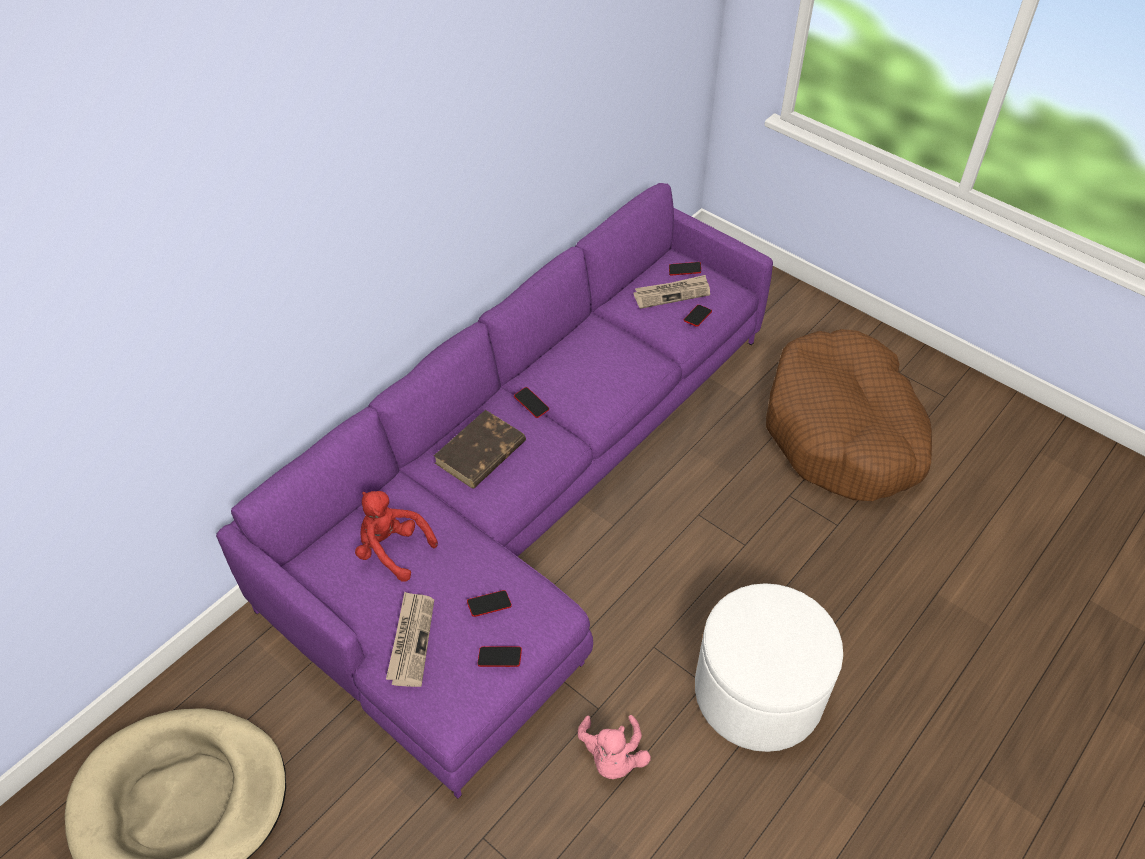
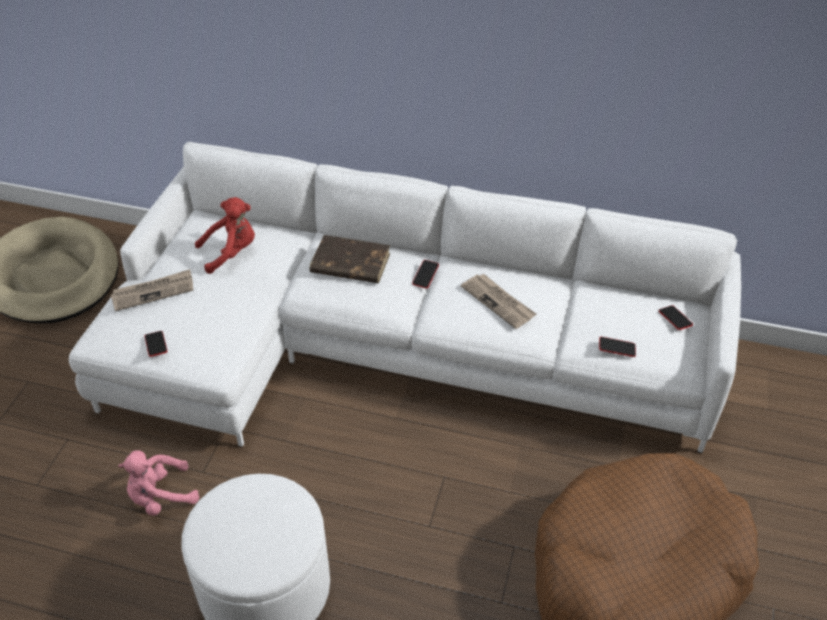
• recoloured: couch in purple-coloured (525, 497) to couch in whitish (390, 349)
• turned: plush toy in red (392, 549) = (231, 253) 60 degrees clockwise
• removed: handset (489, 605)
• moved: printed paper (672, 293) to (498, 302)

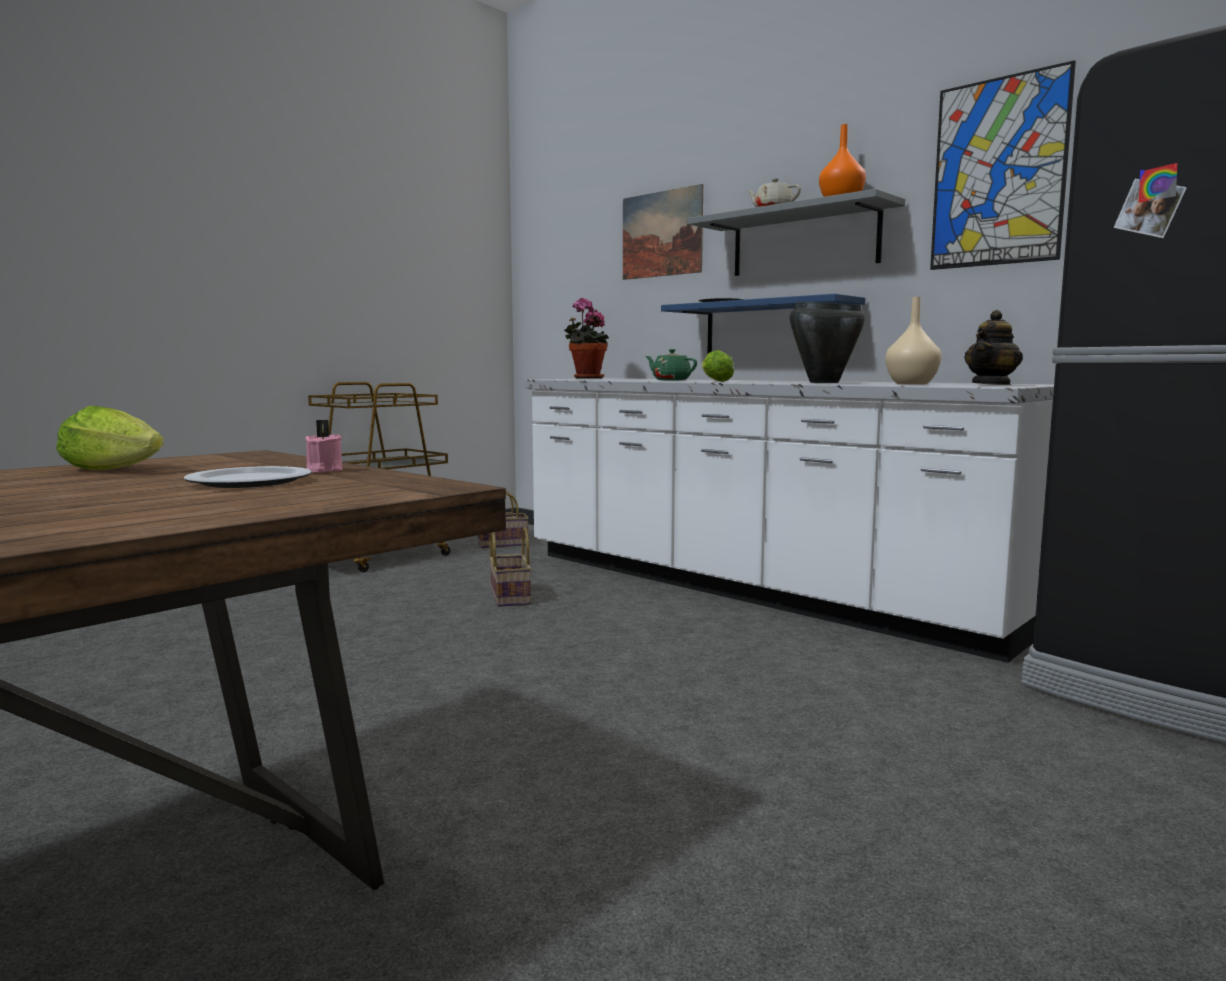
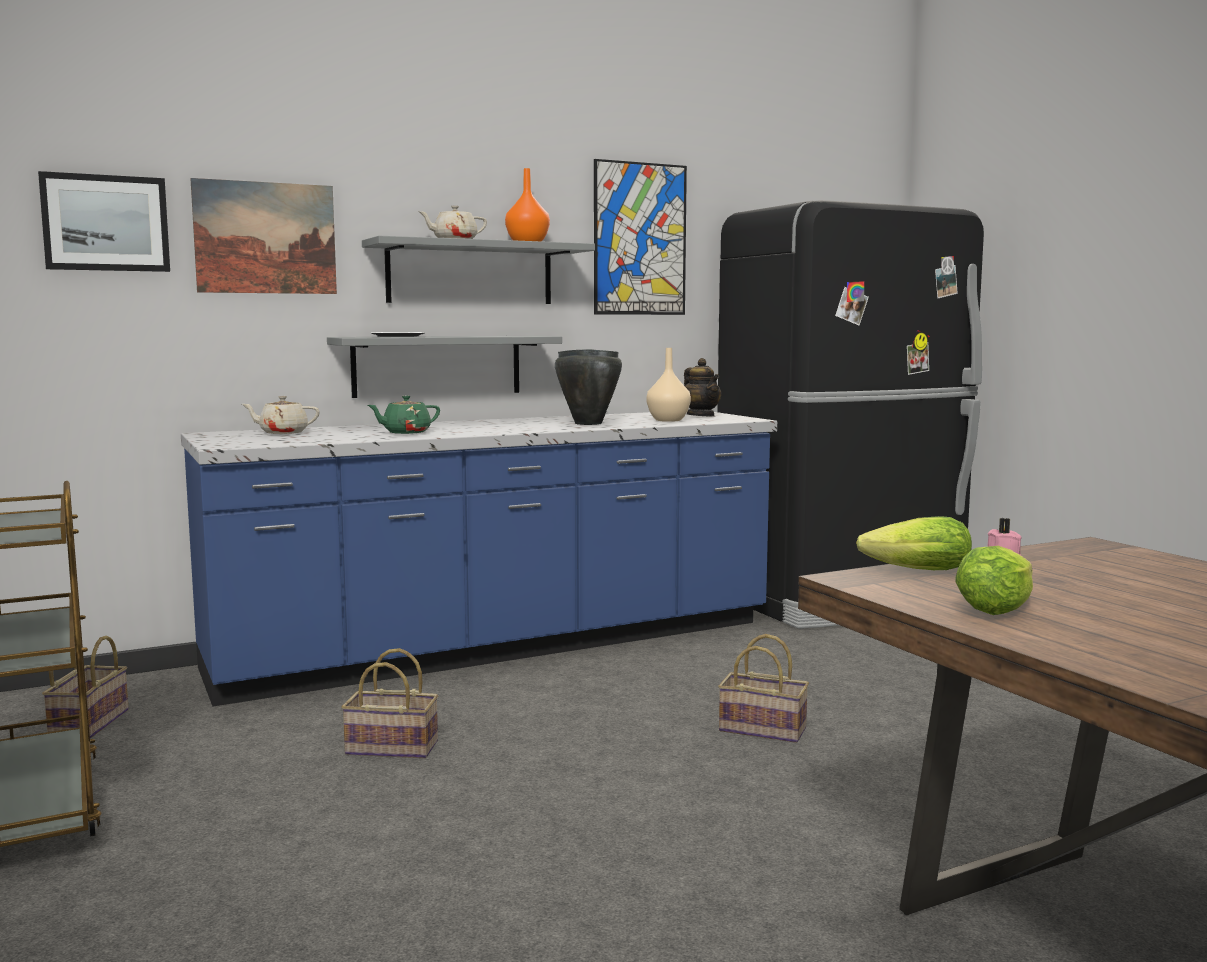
• removed: dinner plate (248, 482)
• recoloured: kitchen counter in whitish (749, 589) to kitchen counter in blue-coloured (500, 647)
• removed: potted plant (586, 378)
• recoloured: bracket shelf in blue-coloured (772, 330) to bracket shelf in grey (437, 365)
• moved: lettuce (714, 381) to (911, 571)
• added: wall picture (106, 223)
• added: teapot in sand-coloured (282, 433)
• added: basket (765, 729)

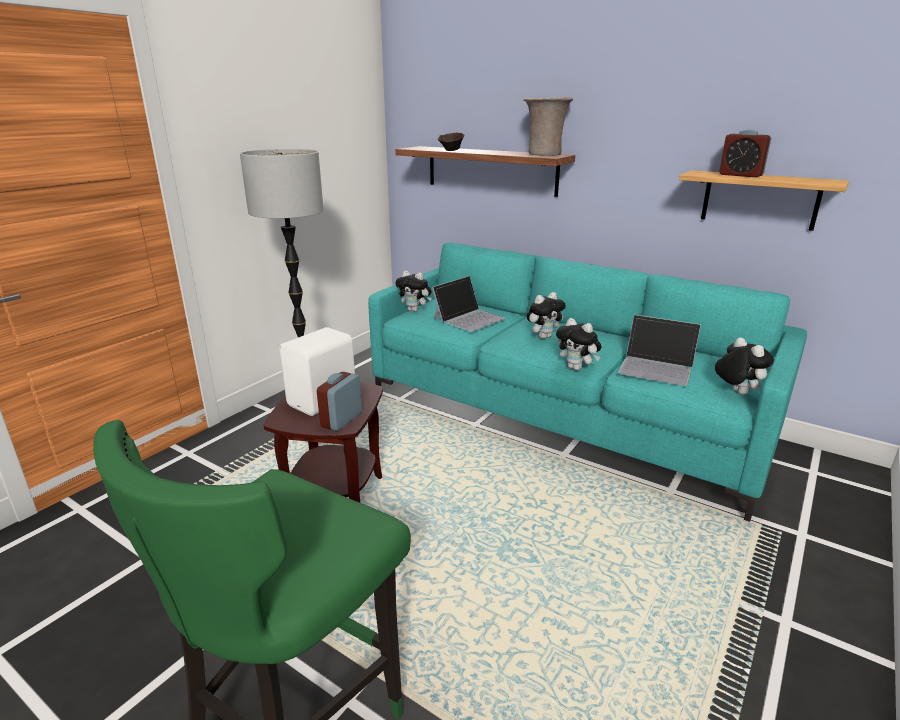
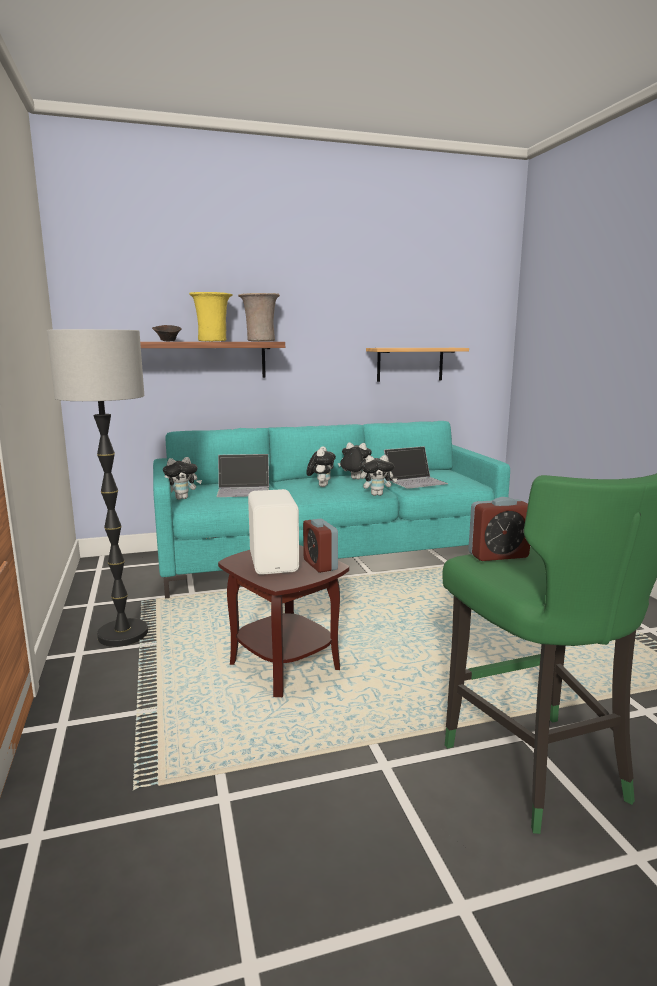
• turned: portable computer (469, 318) = (244, 490) 90 degrees clockwise
• moved: plush toy (736, 392) to (354, 479)
• moved: table clock (740, 175) to (498, 555)
• added: decorative vase in yellow (213, 341)

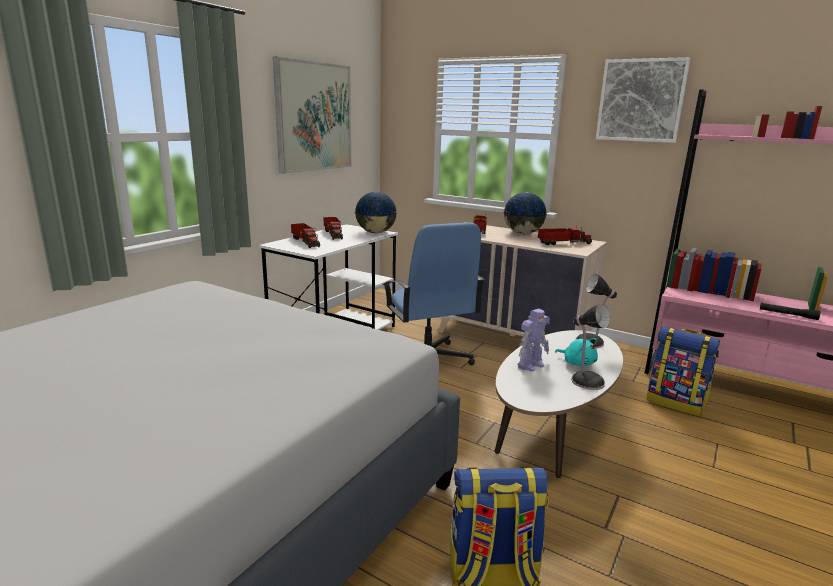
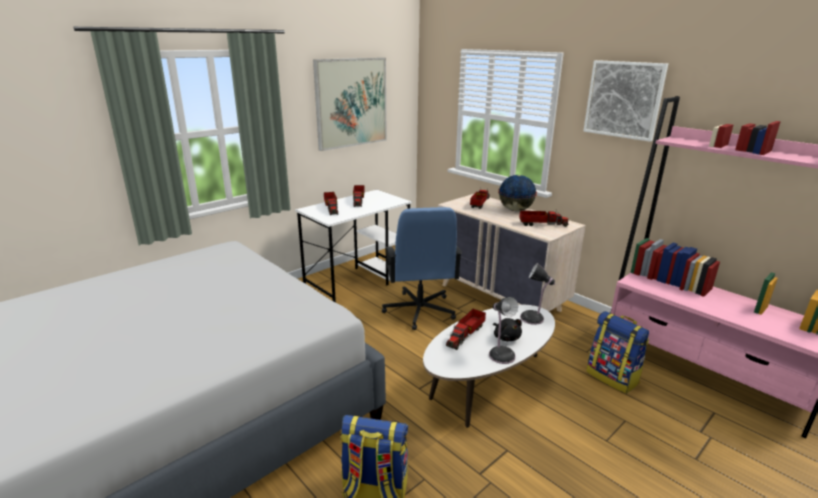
• removed: world globe (376, 232)
• replaced: model robot (531, 365) to toy lorry (466, 334)
• recoloured: plush toy in turquoise (577, 363) to plush toy in blackish (506, 337)
• removed: torch in blackish (788, 315)

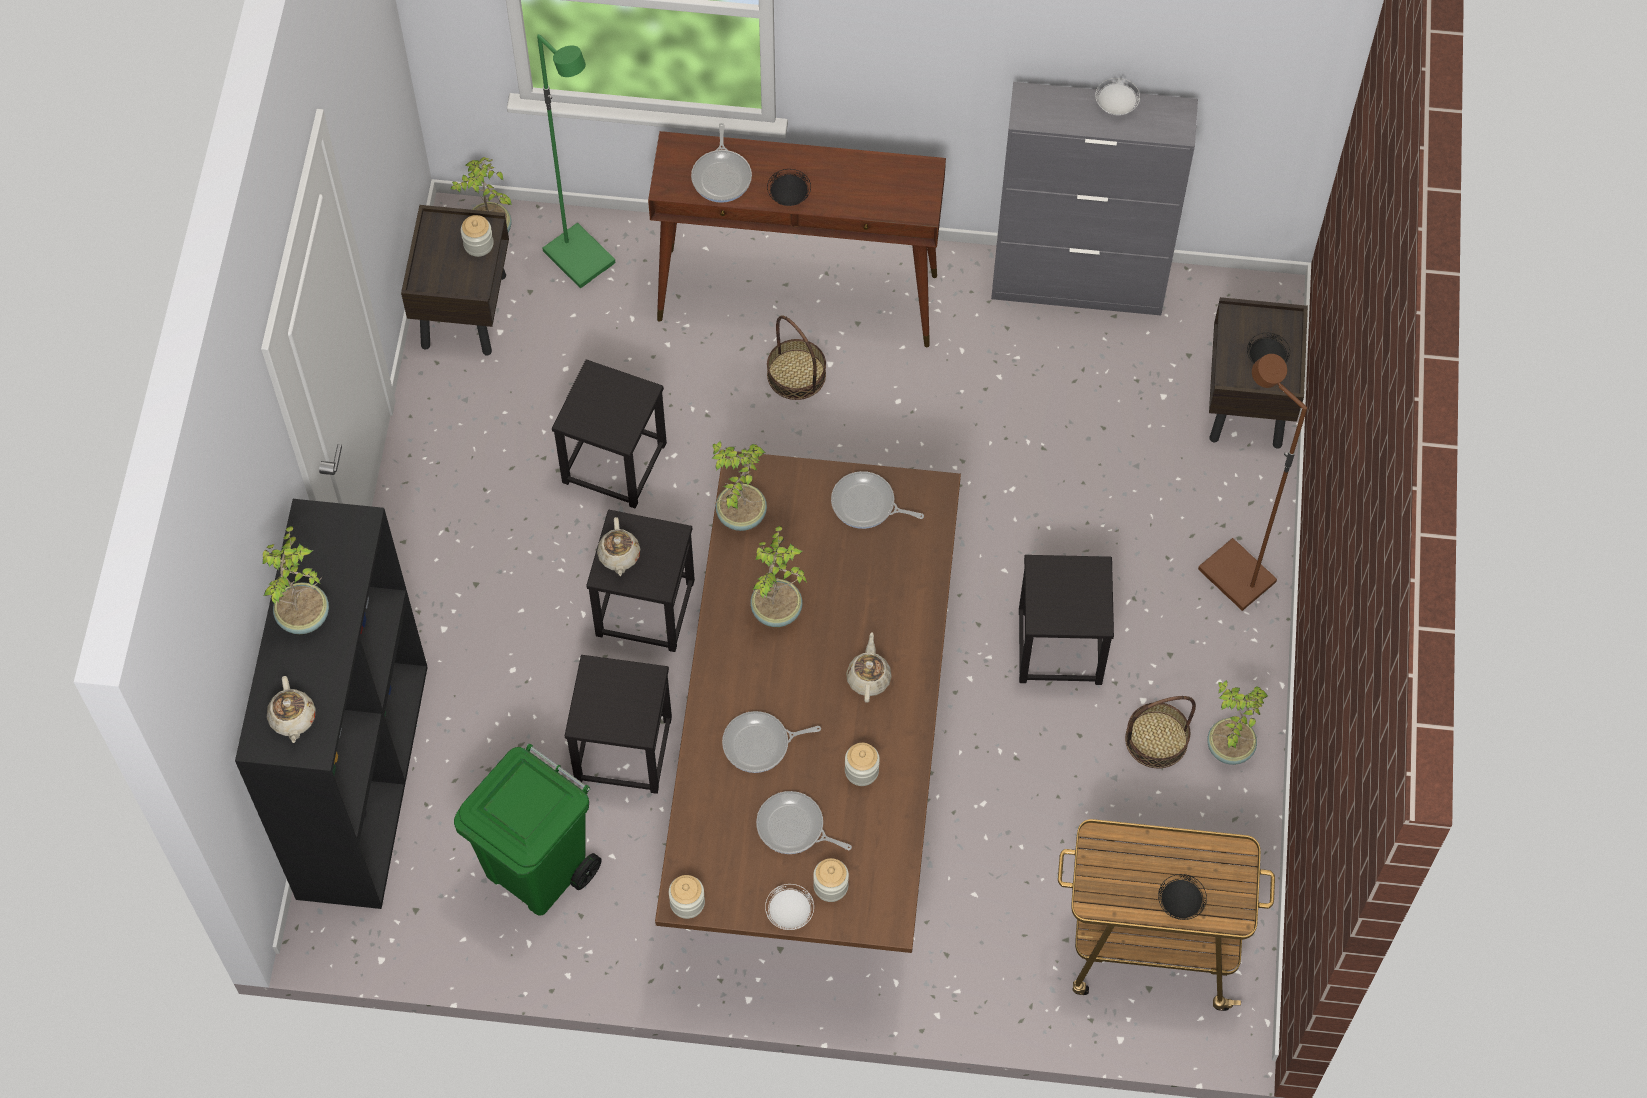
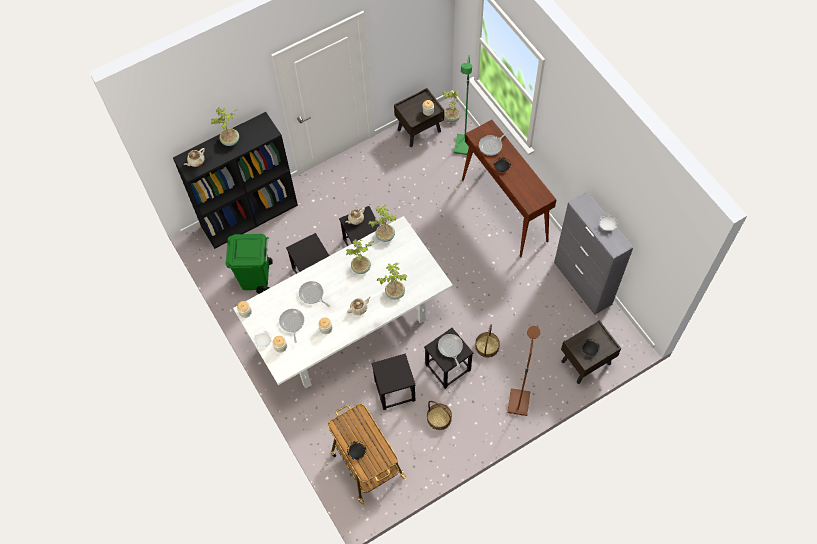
• moved: sitting stool in blackish (615, 463) to (394, 391)
• recoloured: dinner table in brown-coloured (814, 769) to dinner table in whitish (348, 327)
• moved: basket (796, 374) to (487, 346)
• moved: frying pan (866, 505) to (450, 348)
• moved: potted plant (1228, 747) to (394, 292)

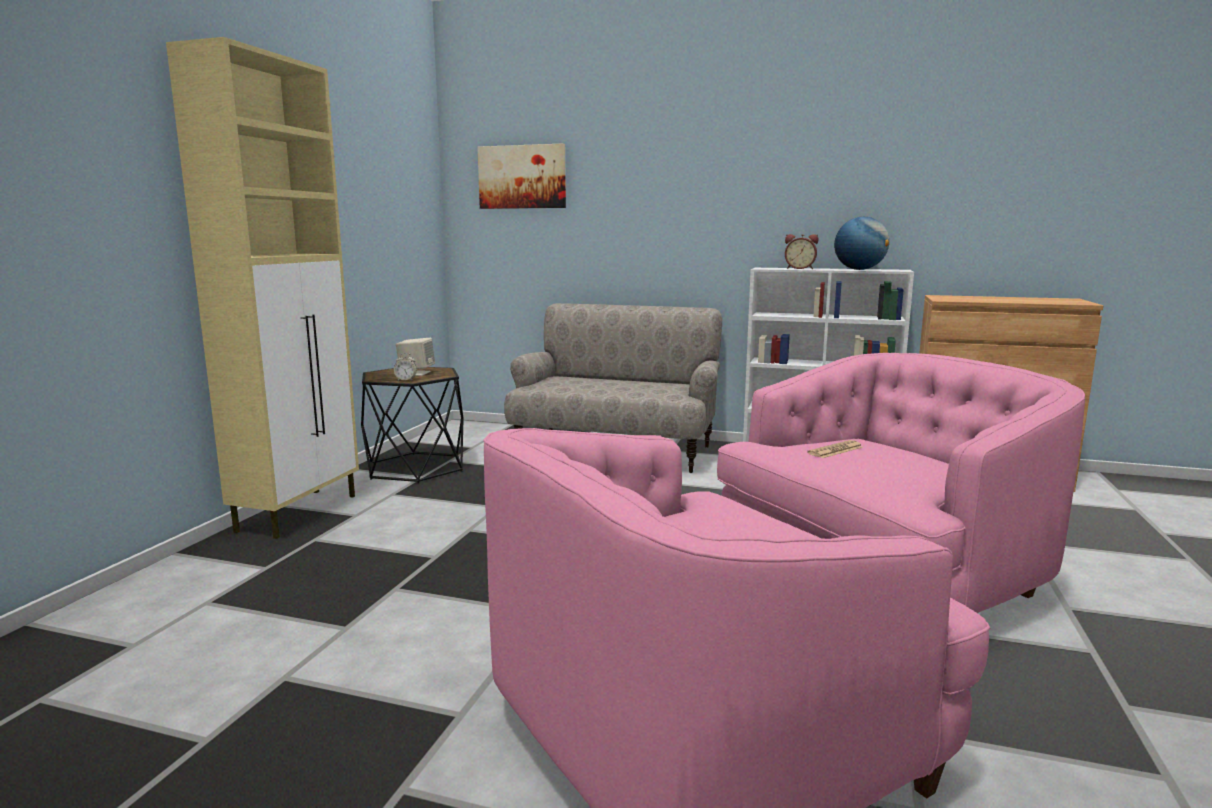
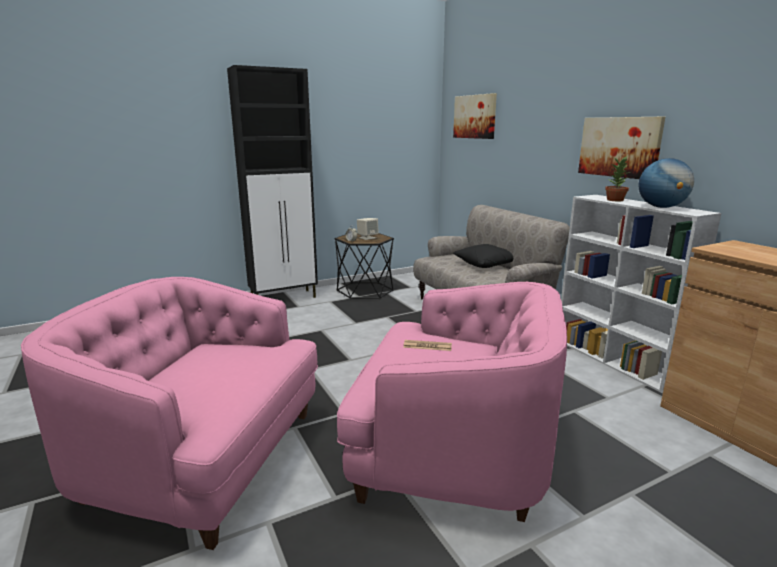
• recoloured: cabinet in sand-coloured (299, 512) to cabinet in blackish (284, 298)
• replaced: table clock (800, 268) to potted plant (615, 200)
• added: throw pillow in blackish (486, 264)
• added: wall picture (619, 147)

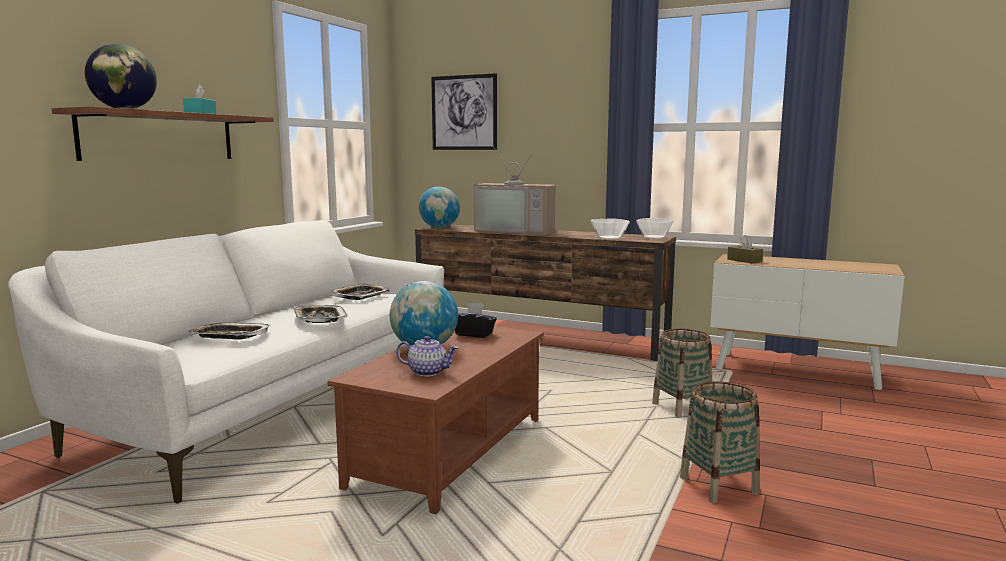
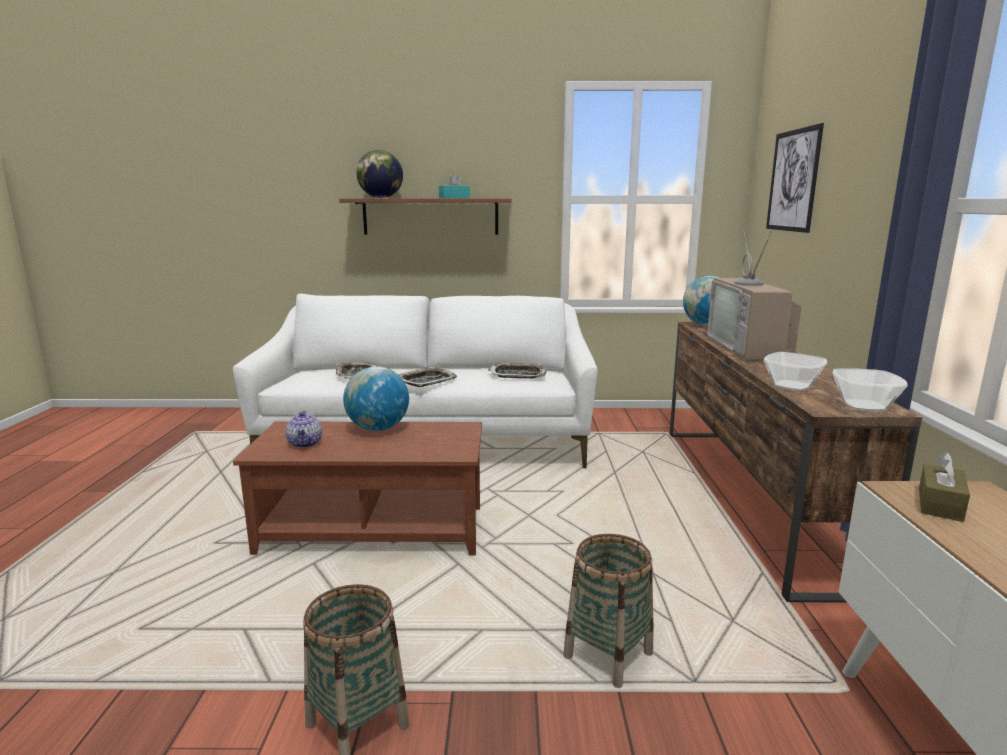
• removed: tissue box in blackish (474, 334)

